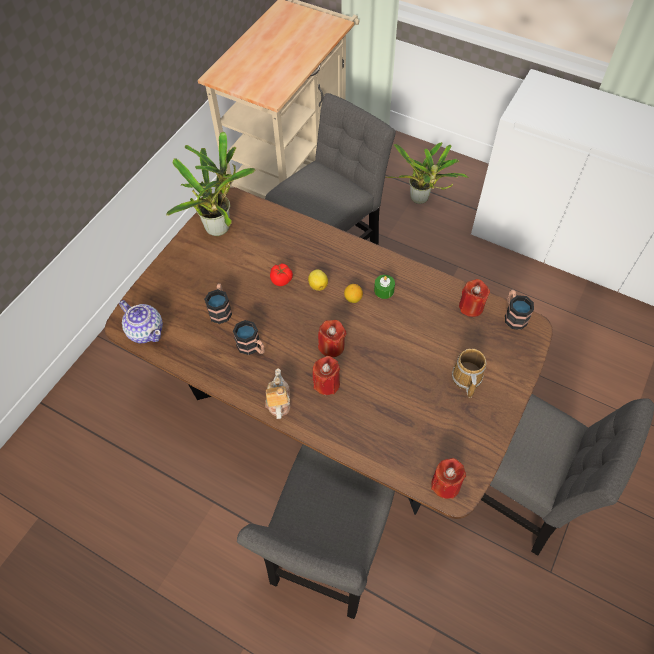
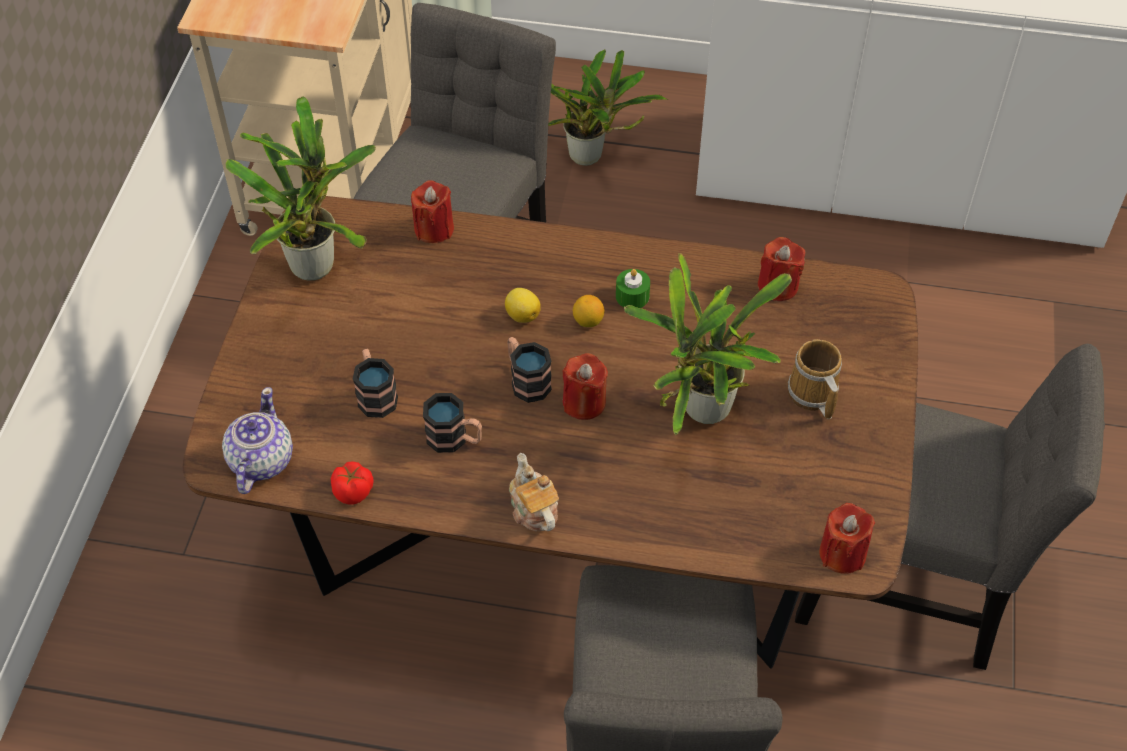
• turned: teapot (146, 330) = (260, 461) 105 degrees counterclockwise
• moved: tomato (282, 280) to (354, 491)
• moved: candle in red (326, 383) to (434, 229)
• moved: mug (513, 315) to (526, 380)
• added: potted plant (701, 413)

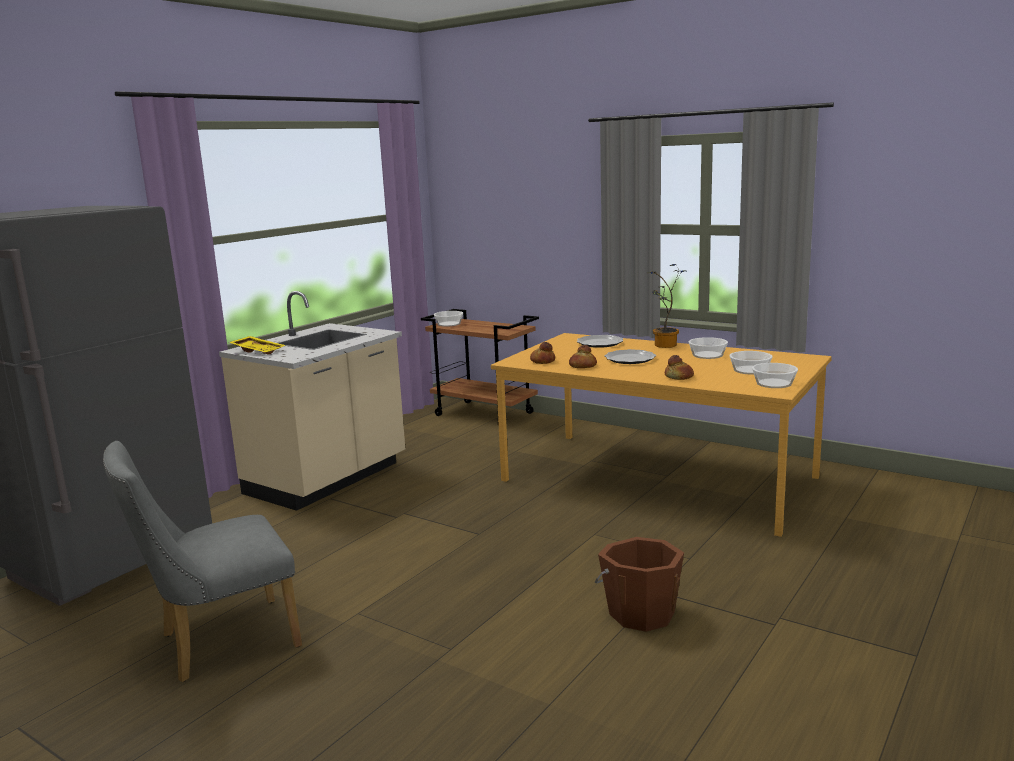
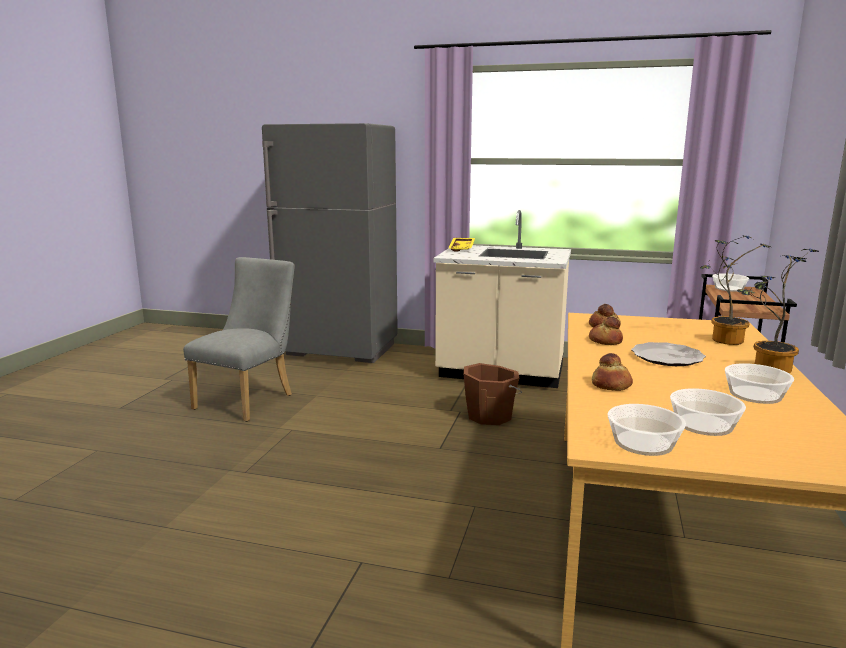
• turned: upright chair in grey (219, 643) = (249, 400) 75 degrees clockwise
• replaced: dinner plate (600, 343) to potted plant (723, 339)
• moved: bucket in brown-coloured (640, 613) to (490, 415)

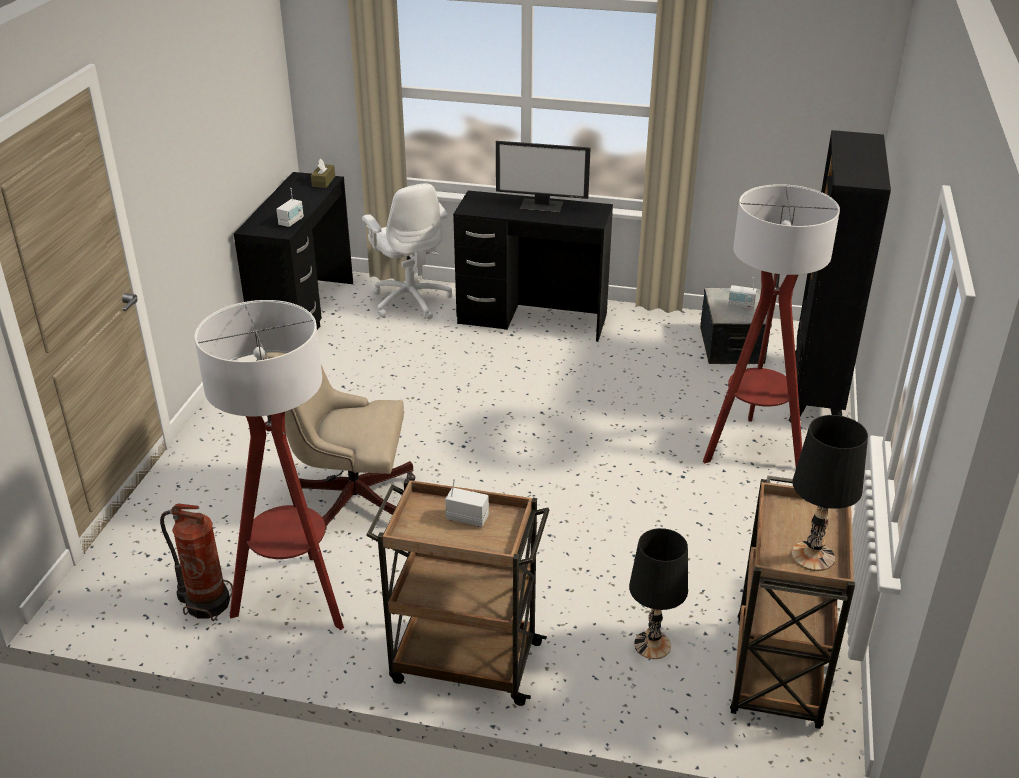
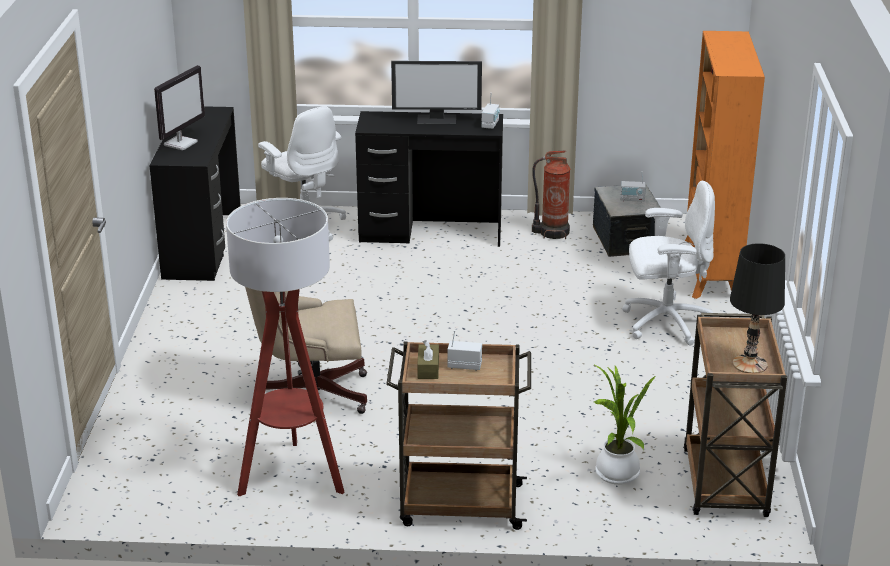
• moved: fire-fighting cylinder (206, 603) to (552, 232)
• moved: radio (291, 222) to (490, 124)
• moved: tissue box in brown-coloured (323, 181) to (428, 368)
• replaced: tabletop lamp in blackish (652, 644) to potted plant (616, 475)
• replaced: standing lamp (751, 449) to office chair in whitish (664, 322)
• recoloured: bookshelf in blackish (815, 392) to bookshelf in orange (710, 271)
• added: computer display (181, 143)

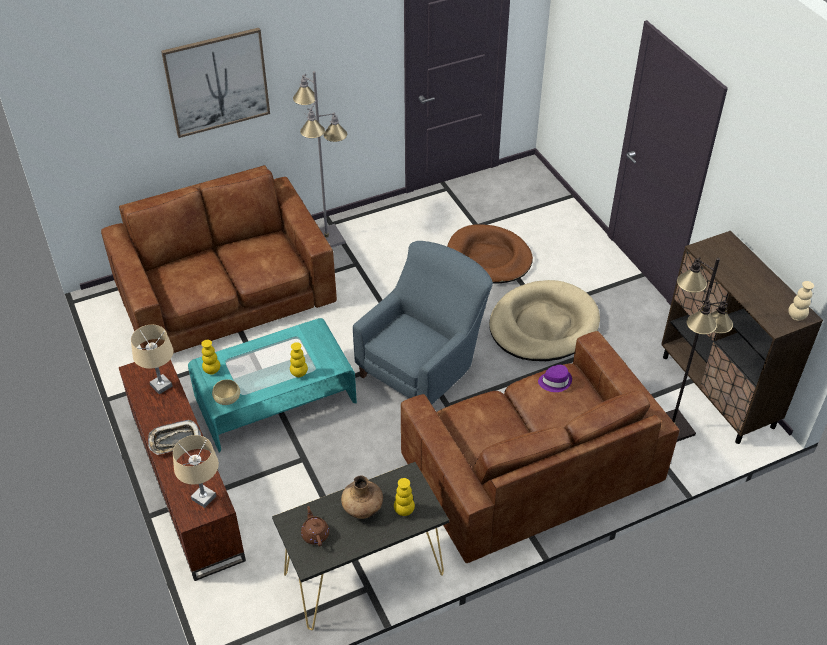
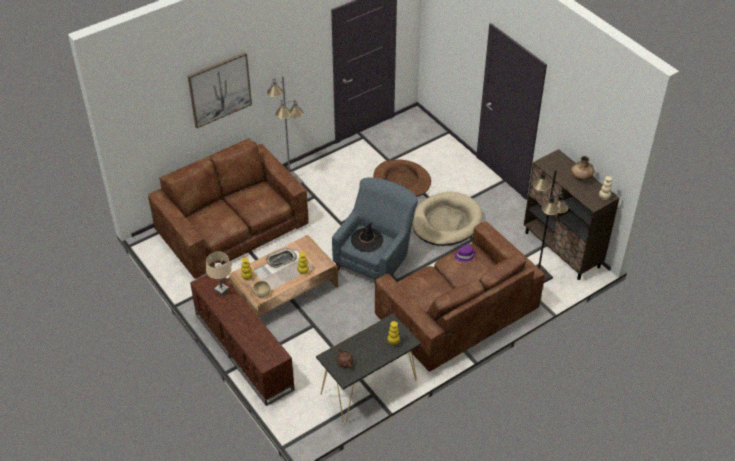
• moved: carrying tray (174, 440) to (281, 260)
• removed: tabletop lamp in sand-coloured (204, 497)
• recoloured: lounge table in turquoise (275, 399) to lounge table in brown-coloured (285, 291)
• moved: decorative vase in brown-coloured (362, 508) to (581, 177)
• added: hat in blackish (367, 240)

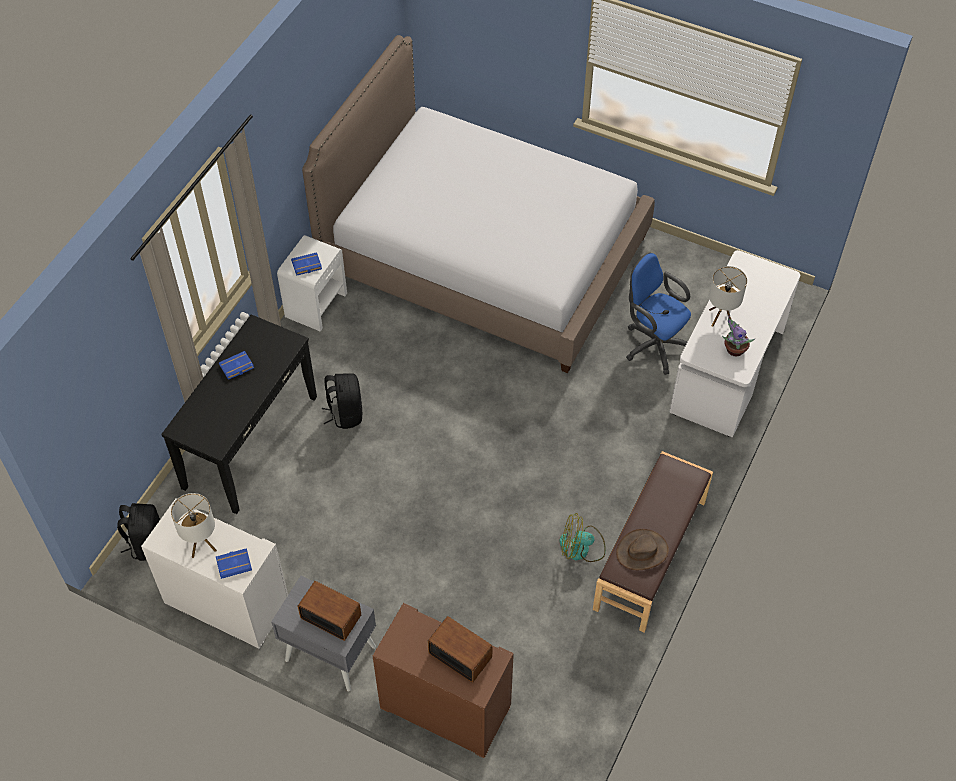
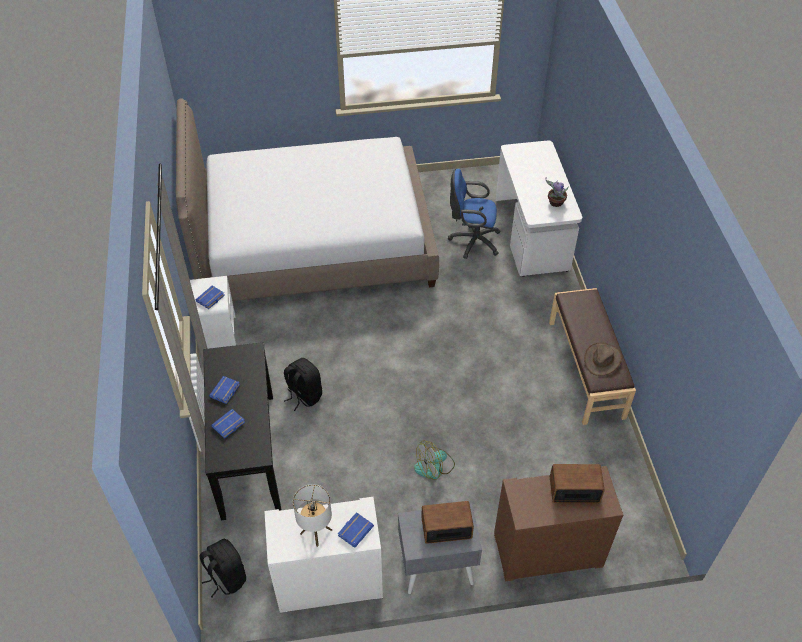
• moved: cooling fan (581, 548) to (434, 467)
• removed: tabletop lamp (721, 317)
• added: book in blue-coloured (228, 425)

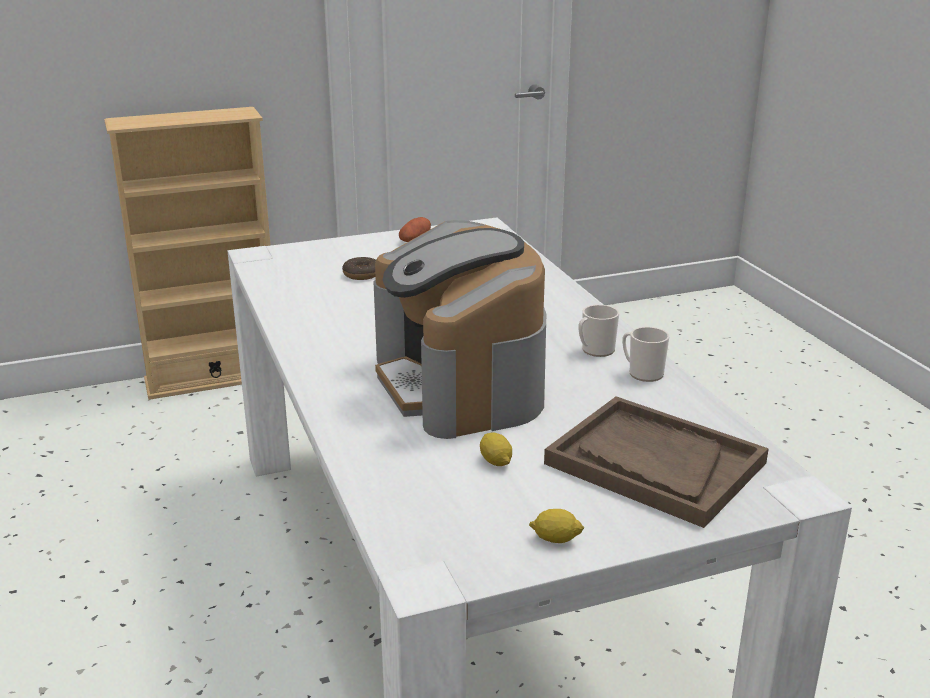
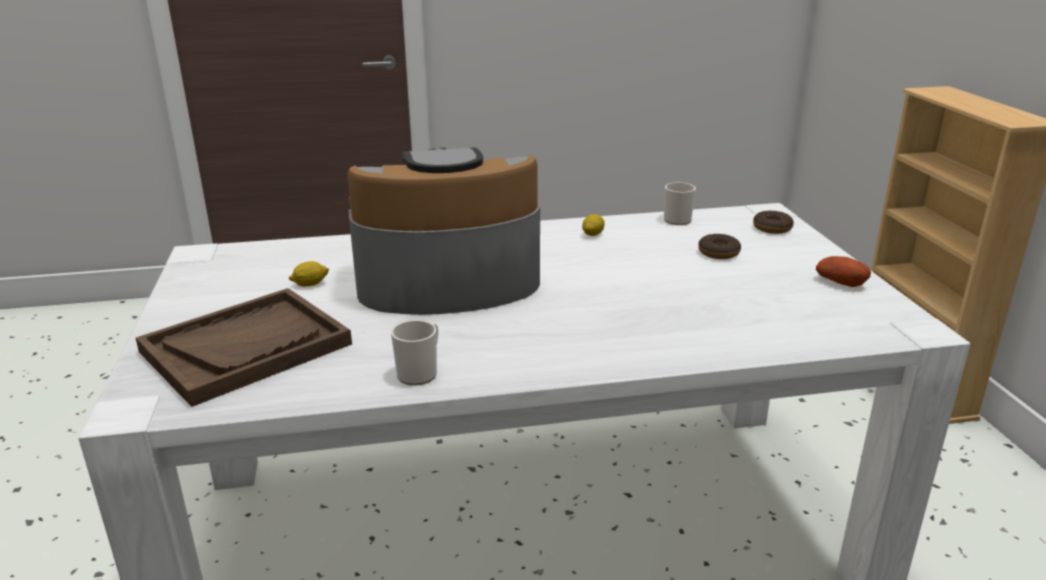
• moved: lemon (555, 539) to (593, 234)
• moved: mug (595, 350) to (675, 219)
• added: doughnut (772, 228)

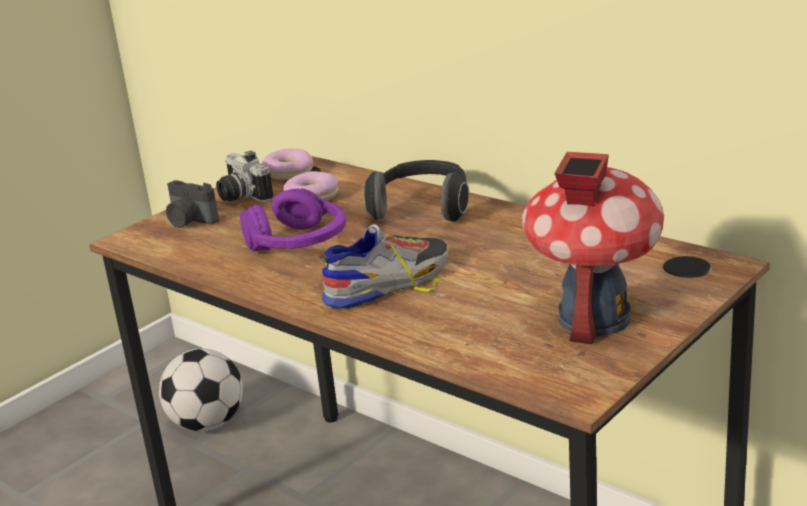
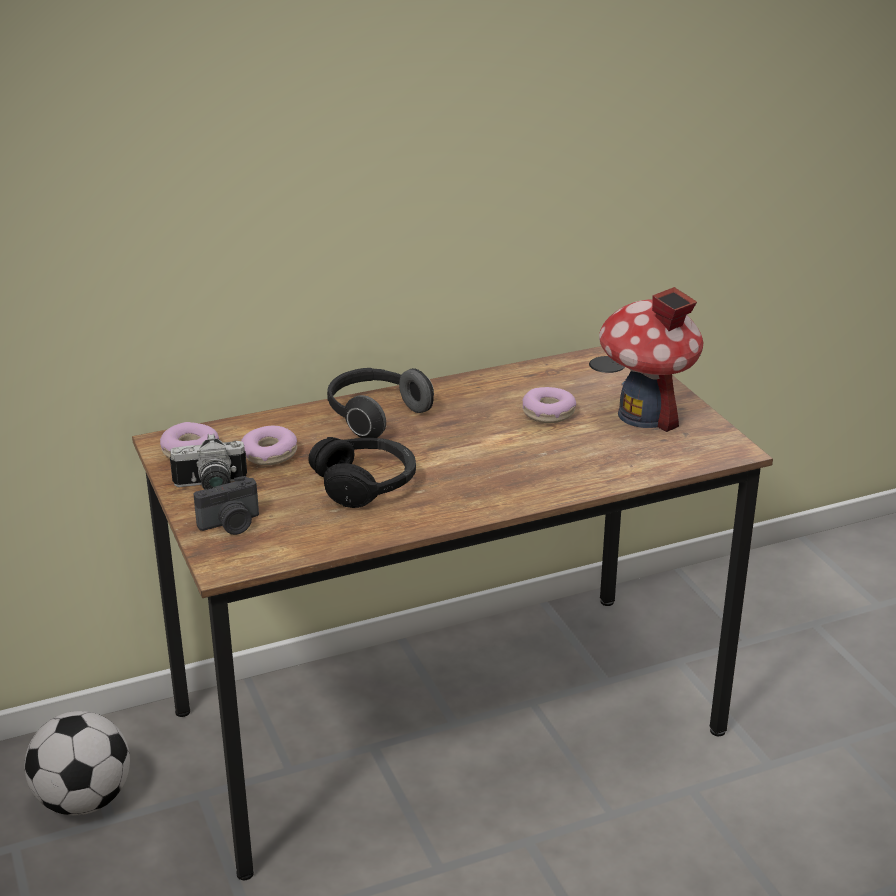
• recoloured: headset in purple-coloured (298, 242) to headset in blackish (365, 484)
• removed: shoe (389, 282)
• added: doughnut (548, 413)

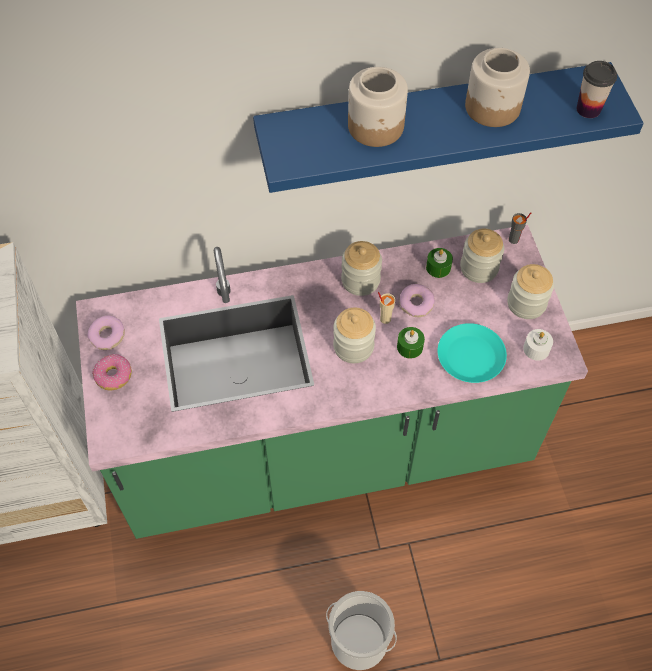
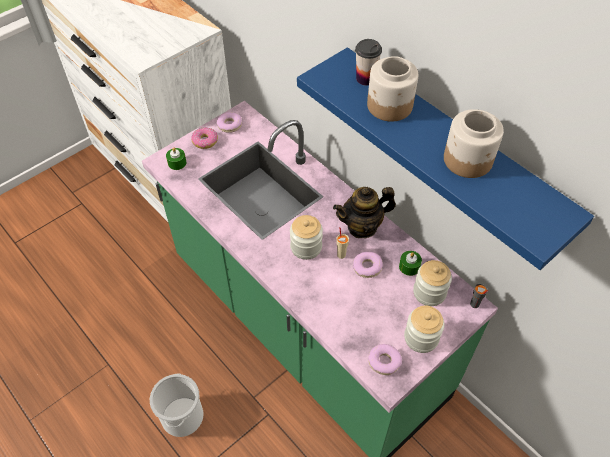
• replaced: preserve jar (360, 280) to teapot (362, 226)
• moved: candle in green (410, 347) to (177, 163)
• removed: dinner plate in turquoise (471, 356)
• replaced: candle in whitish (536, 349) to doughnut (384, 362)
• moved: drinking cup (588, 109) to (365, 79)

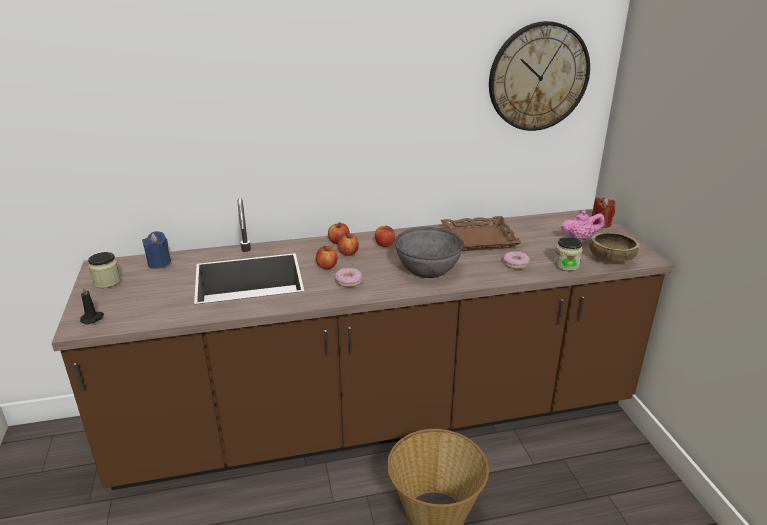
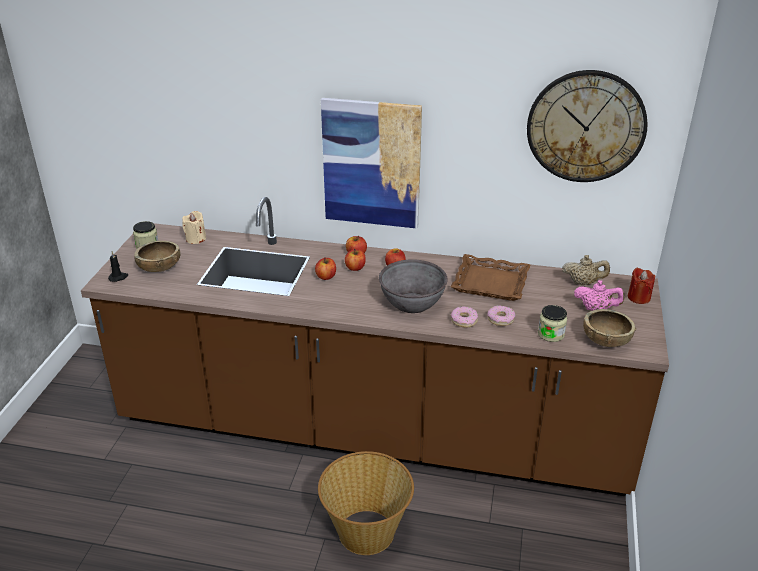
• recoloured: candle in blue-coloured (159, 263) to candle in sand-coloured (196, 239)
• moved: doughnut (348, 281) to (464, 320)
• added: deep dish in brown-coloured (159, 267)
• added: wall picture (371, 164)
• added: teapot in sand-coloured (583, 283)

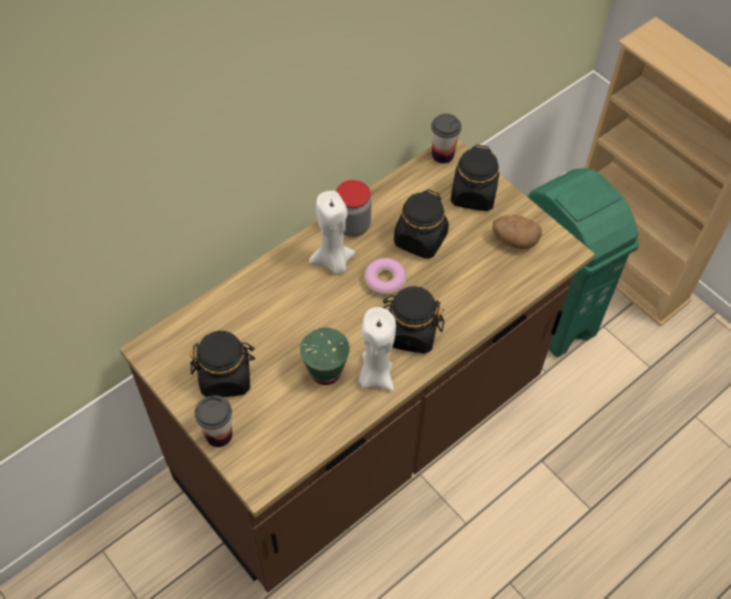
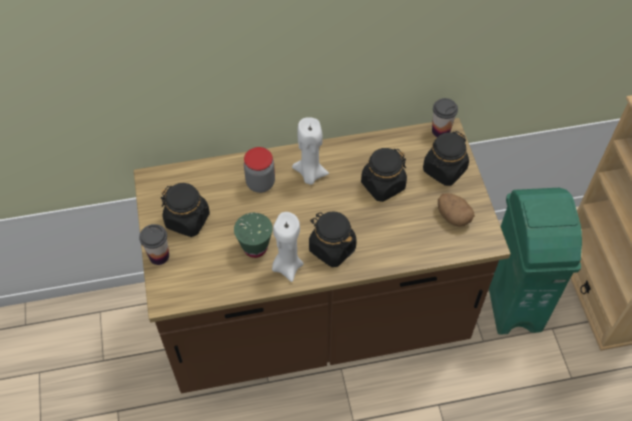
• moved: preserve jar (352, 225) to (260, 183)
• removed: doughnut (385, 281)

